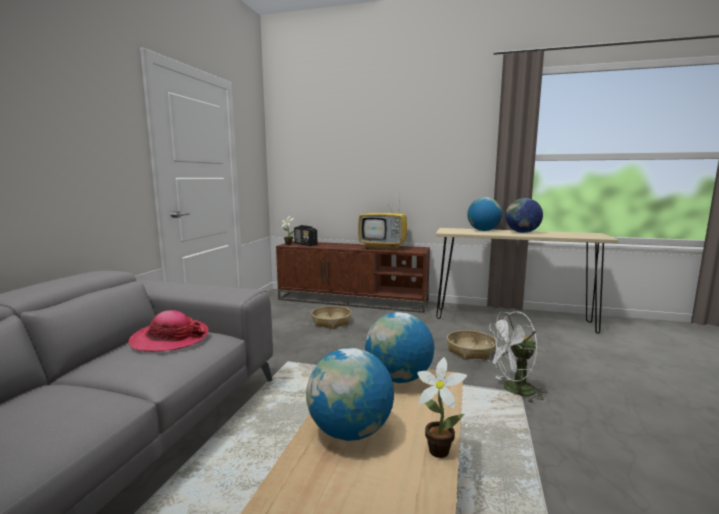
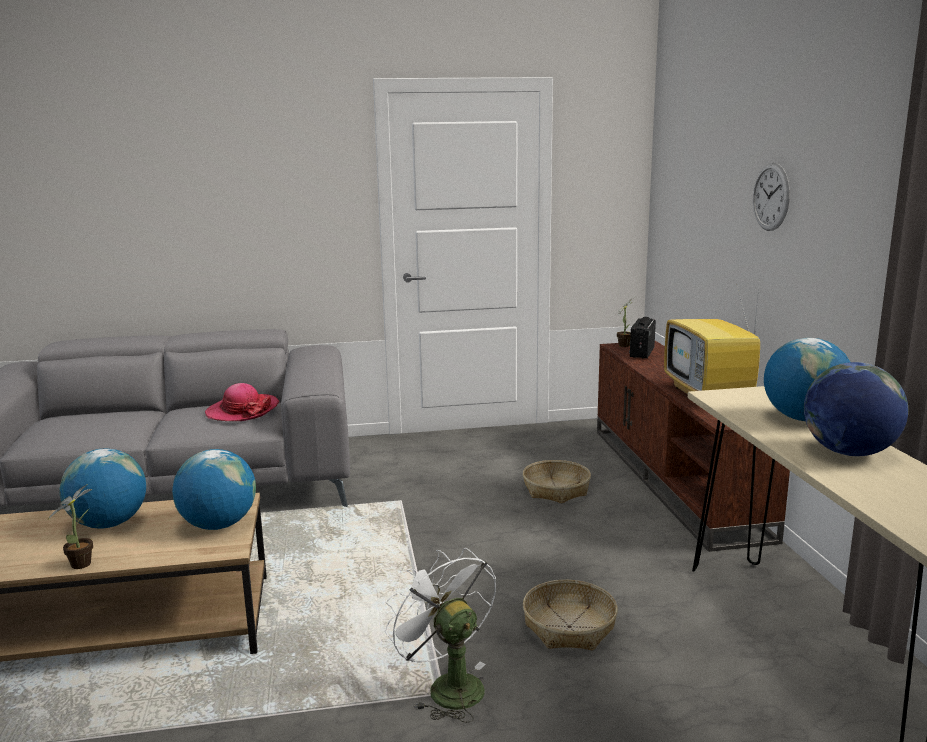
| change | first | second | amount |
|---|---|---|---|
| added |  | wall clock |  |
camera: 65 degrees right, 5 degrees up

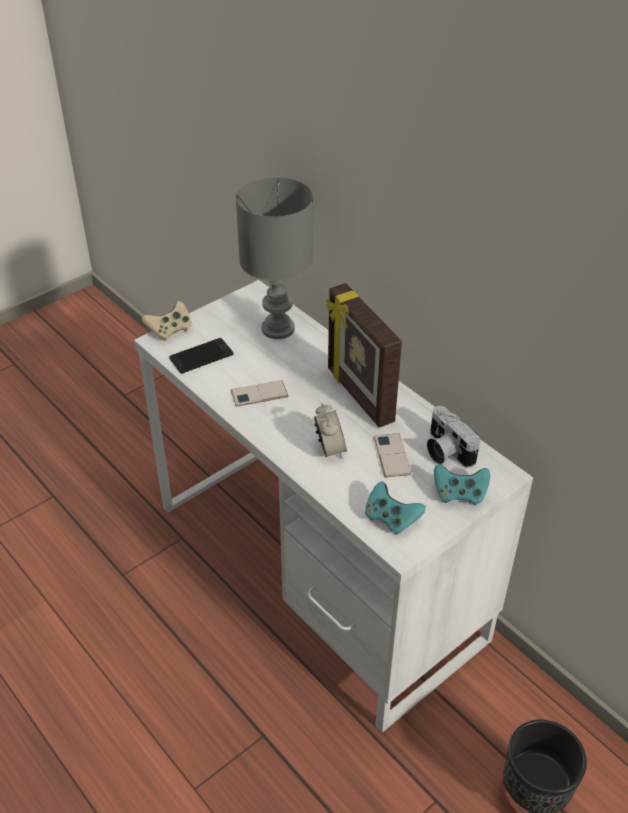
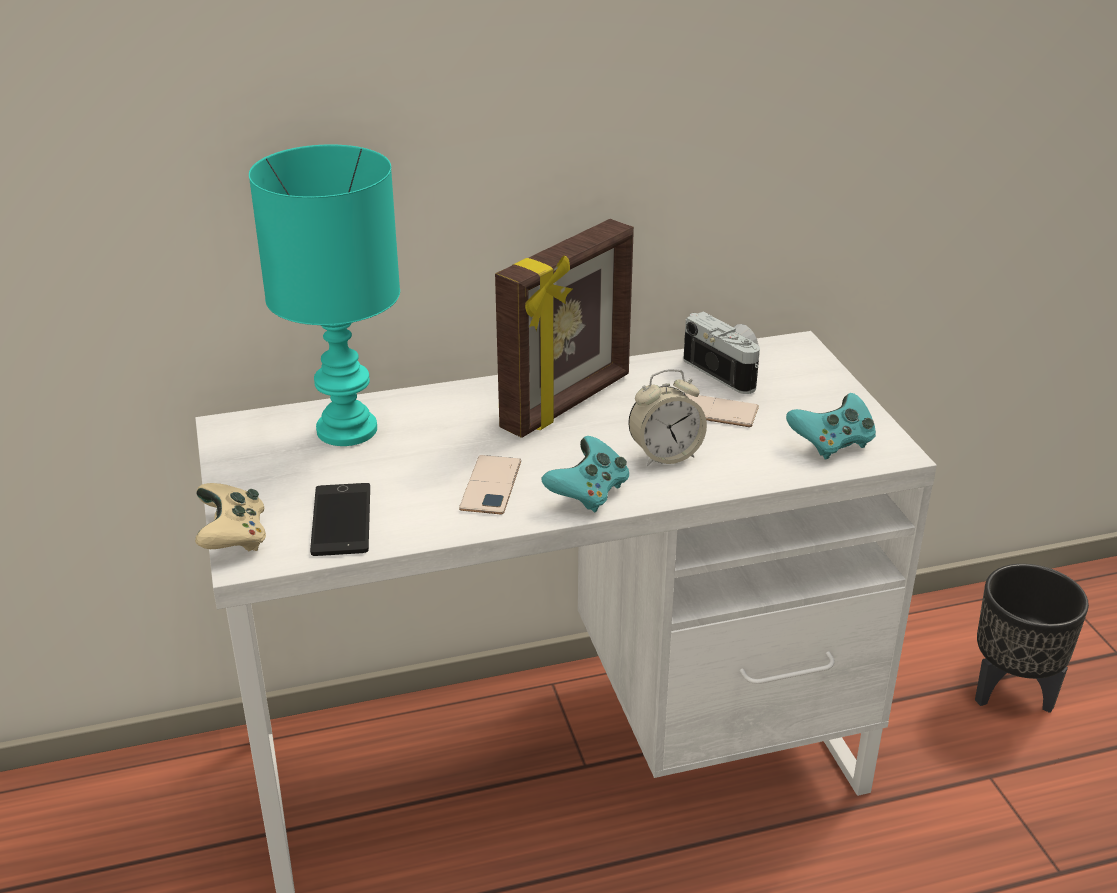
| change | first | second | amount |
|---|---|---|---|
| recoloured | grey table lamp | turquoise table lamp |  |
| turned | picture frame |  | 45 degrees counterclockwise |
| turned | alarm clock |  | 150 degrees clockwise |
| turned | photo camera |  | 120 degrees counterclockwise |
| moved | turquoise game controller (2nd from left in the first image) | turquoise game controller (1st from left) |  |
camera: 65 degrees left, 10 degrees down

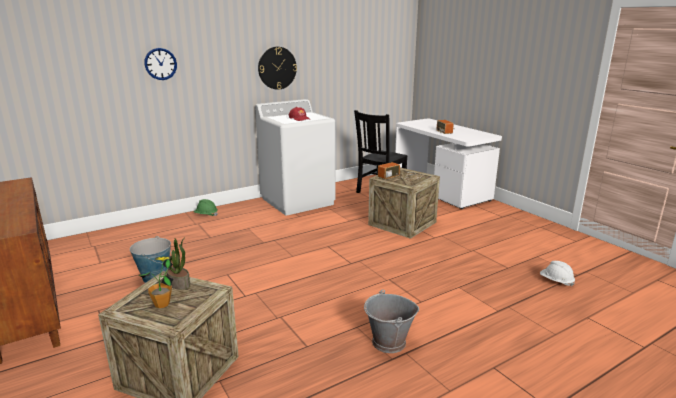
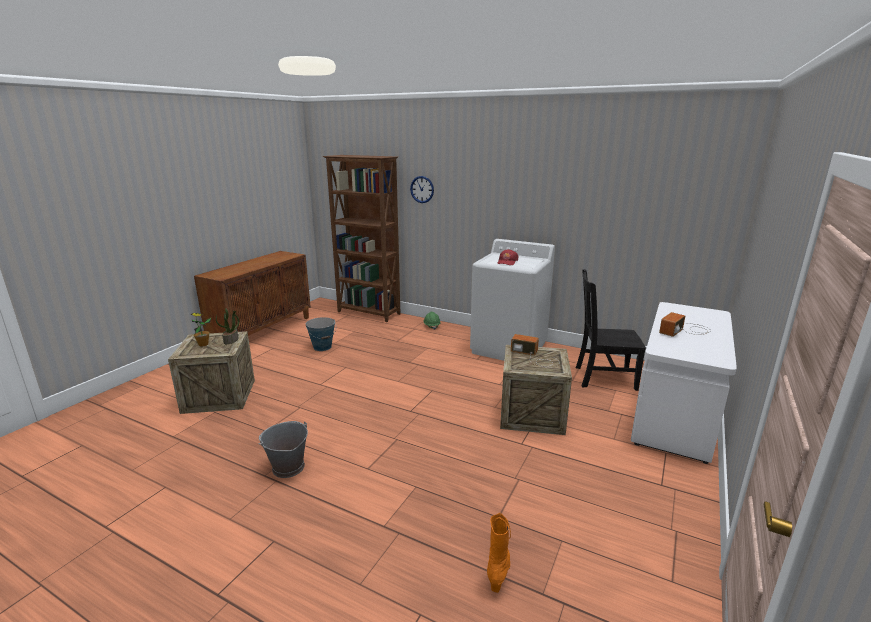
| change | first | second | amount |
|---|---|---|---|
| removed | wall clock (2nd from left) |  |  |
| replaced | white hard hat | orange boot |  |
| added |  | brown bookcase |  |
camera: 60 degrees right, 0 degrees up

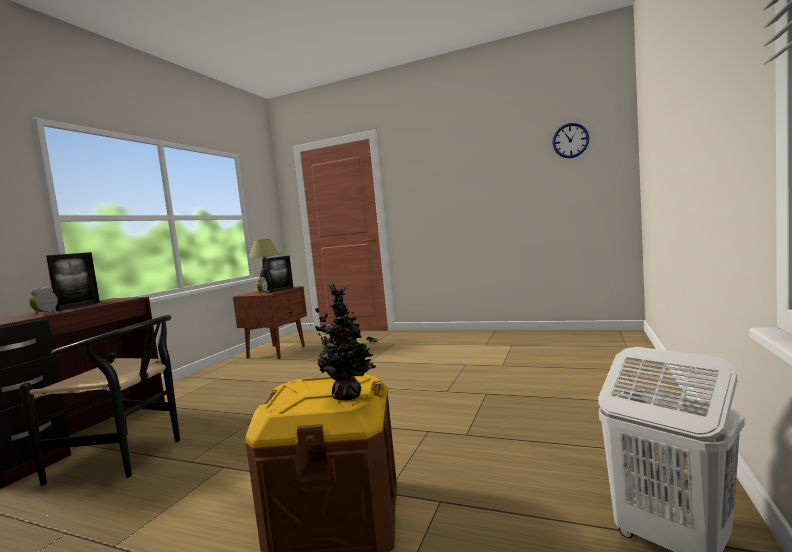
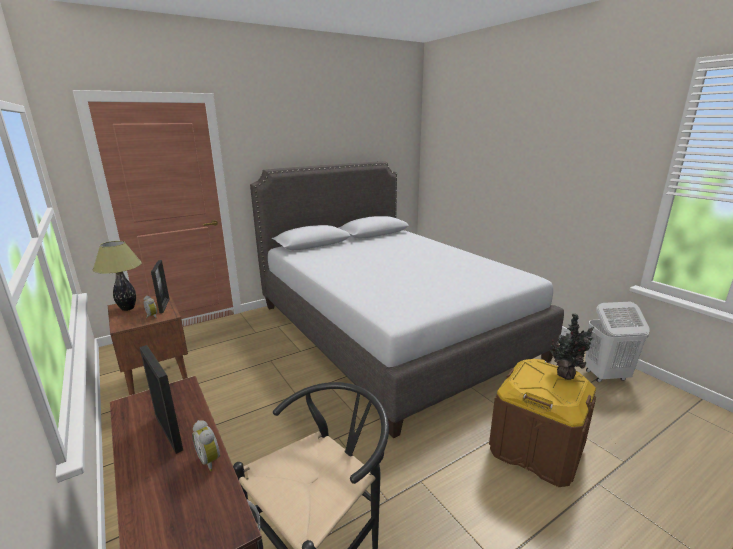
| change | first | second | amount |
|---|---|---|---|
| removed | wall clock |  |  |
| added |  | grey bed |  |
camera: 55 degrees left, 15 degrees up

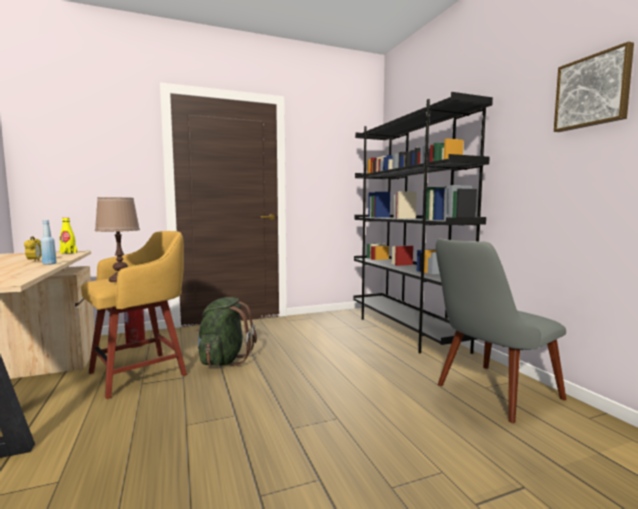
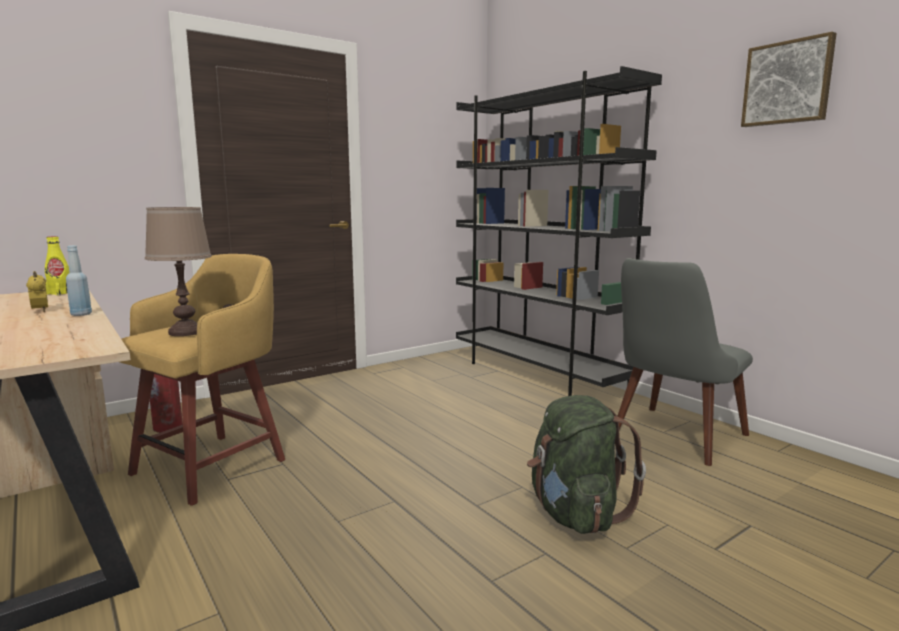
| change | first | second | amount |
|---|---|---|---|
| moved | green backpack |  |  |
camera: 15 degrees left, 5 degrees up

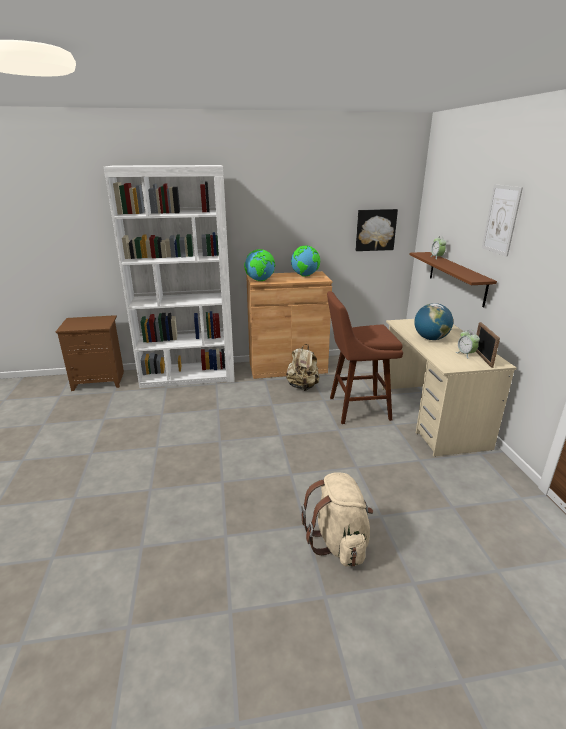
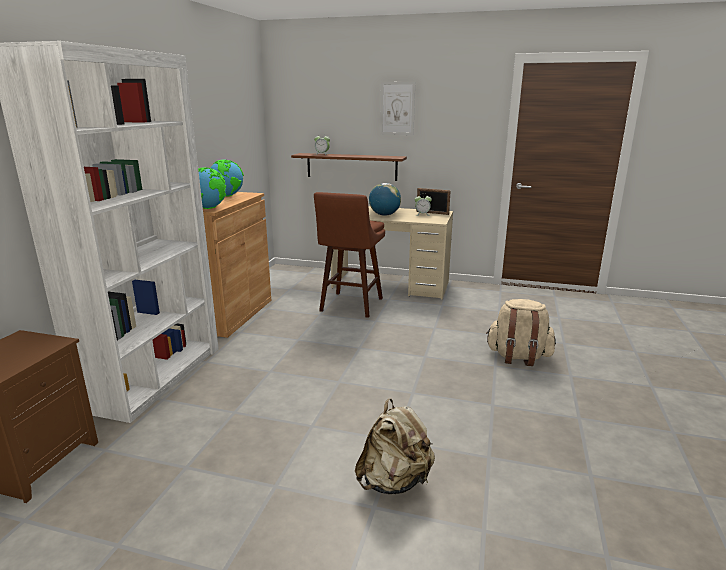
| change | first | second | amount |
|---|---|---|---|
| removed | picture (1st from left) |  |  |
| moved | beige backpack (1st from left) |  |  |
camera: 65 degrees left, 5 degrees down

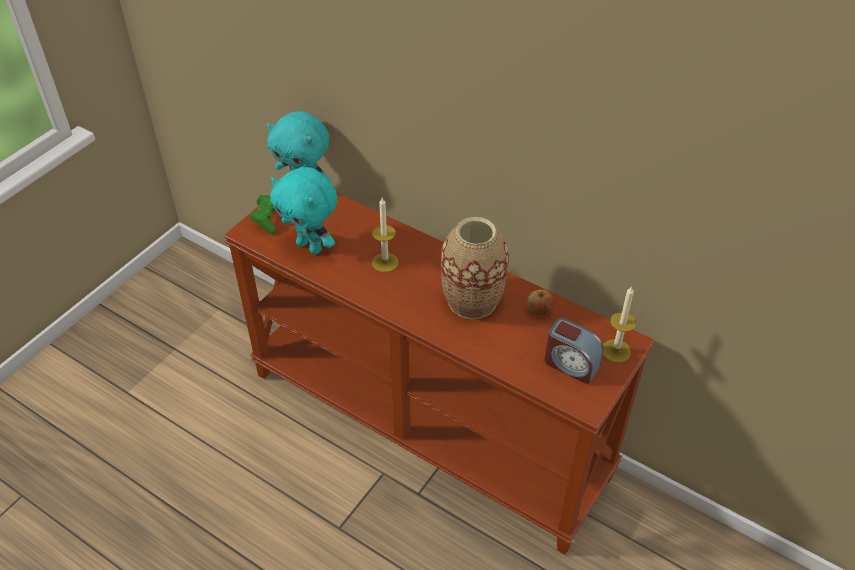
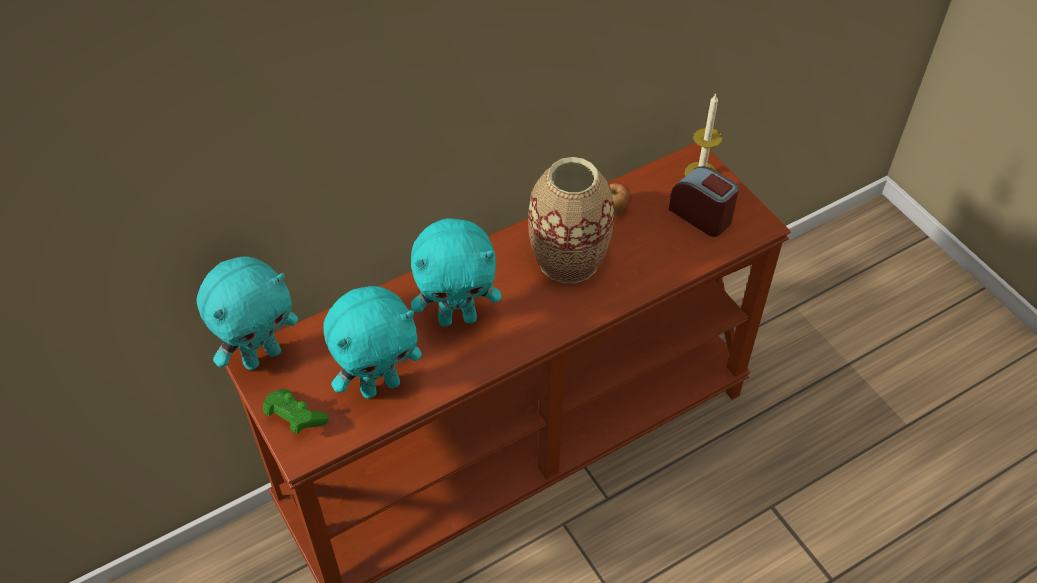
| change | first | second | amount |
|---|---|---|---|
| replaced | candle (1st from left) | turquoise plush toy (3rd from left) |  |
| turned | alarm clock |  | 105 degrees counterclockwise |
camera: 65 degrees left, 5 degrees up

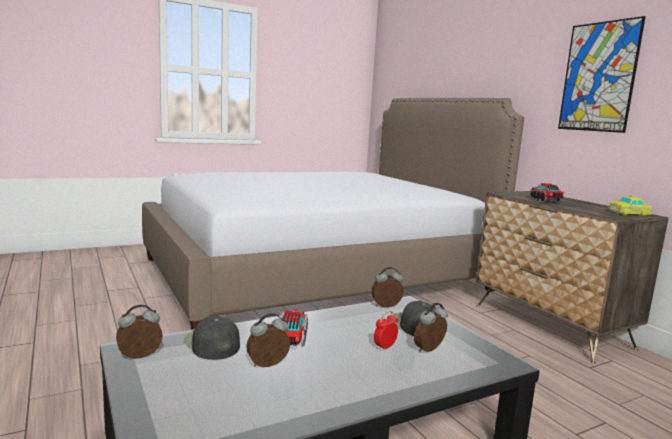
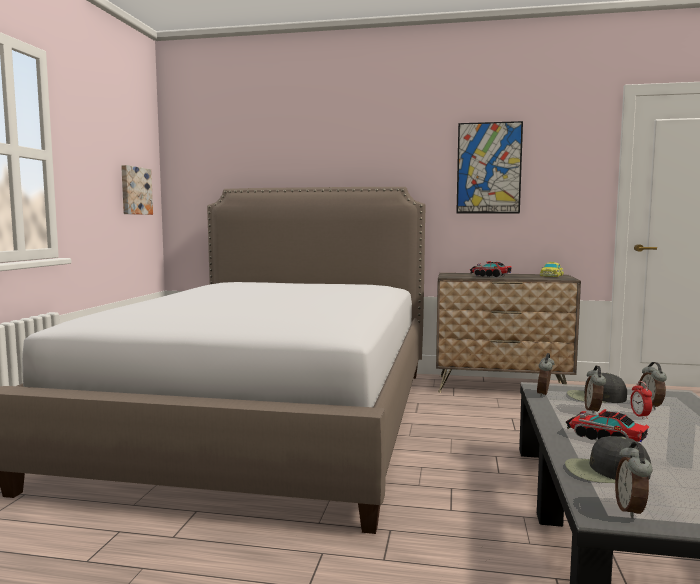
| change | first | second | amount |
|---|---|---|---|
| moved | alarm clock (2nd from left) |  |  |
| added |  | picture (1st from left) |  |
camera: 50 degrees left, 5 degrees down

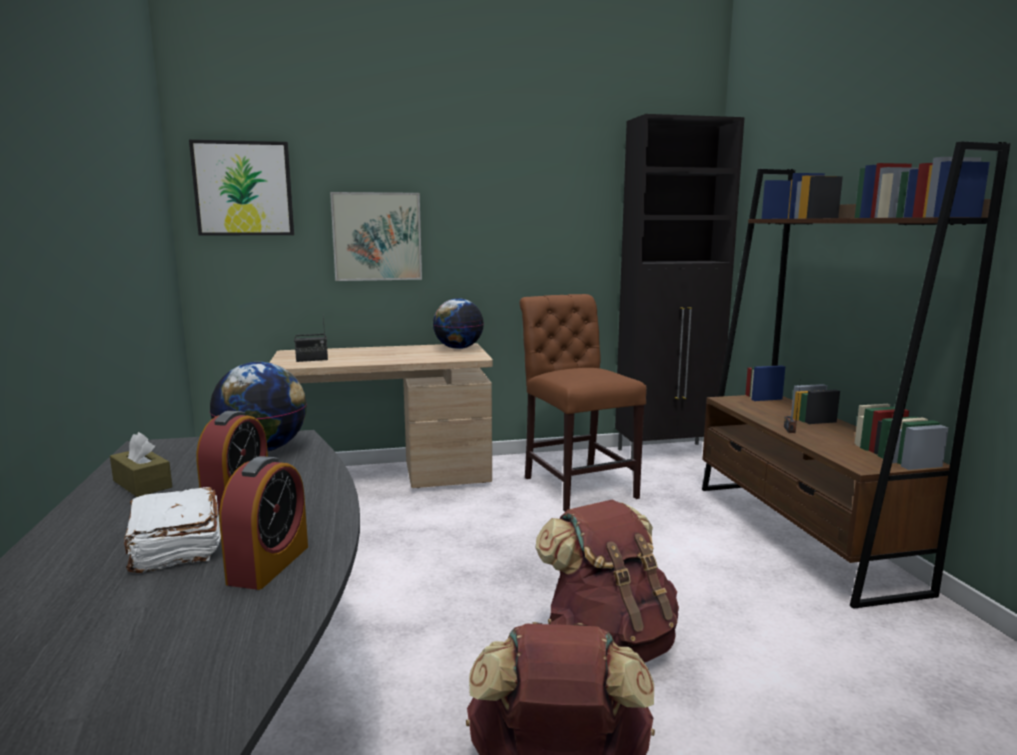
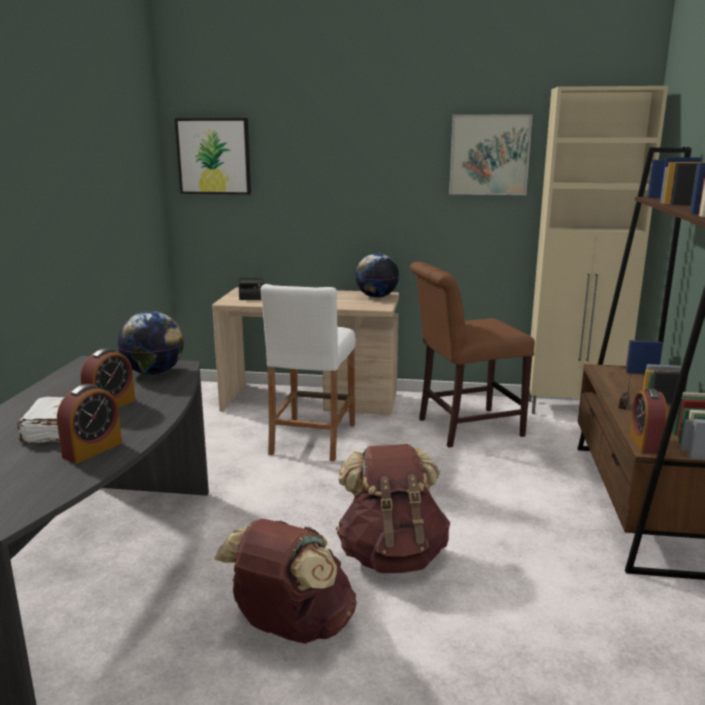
| change | first | second | amount |
|---|---|---|---|
| recoloured | black cabinet | beige cabinet |  |
| moved | picture (2nd from left) |  |  |
| turned | brown chair |  | 105 degrees counterclockwise |
| removed | brown tissue box |  |  |
| added |  | white stool |  |
| added |  | alarm clock (3rd from left) |  |
camera: 20 degrees right, 5 degrees up

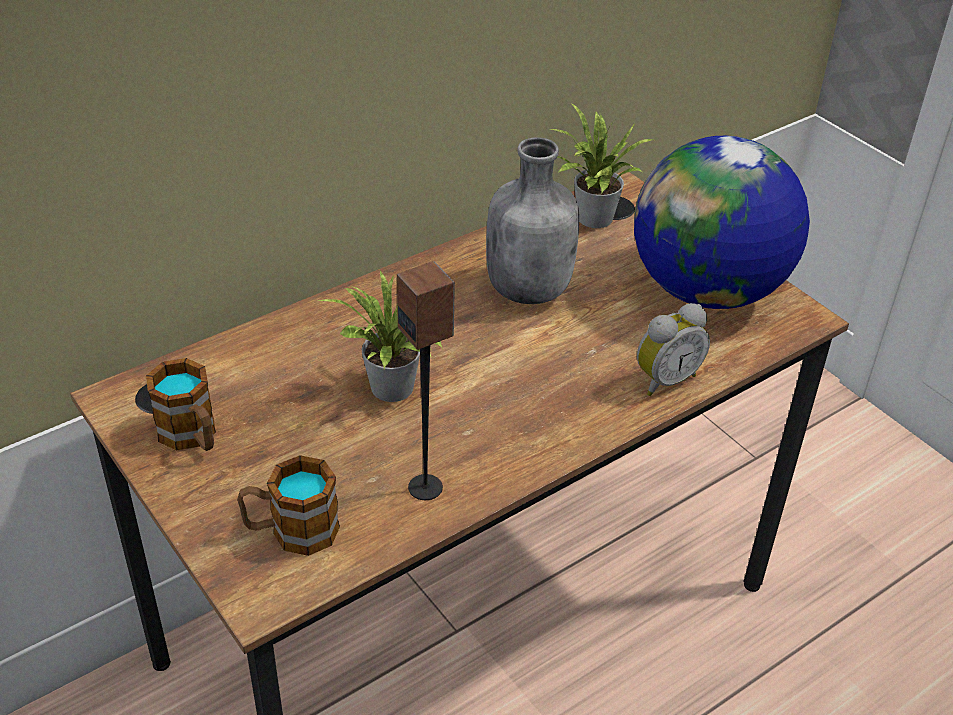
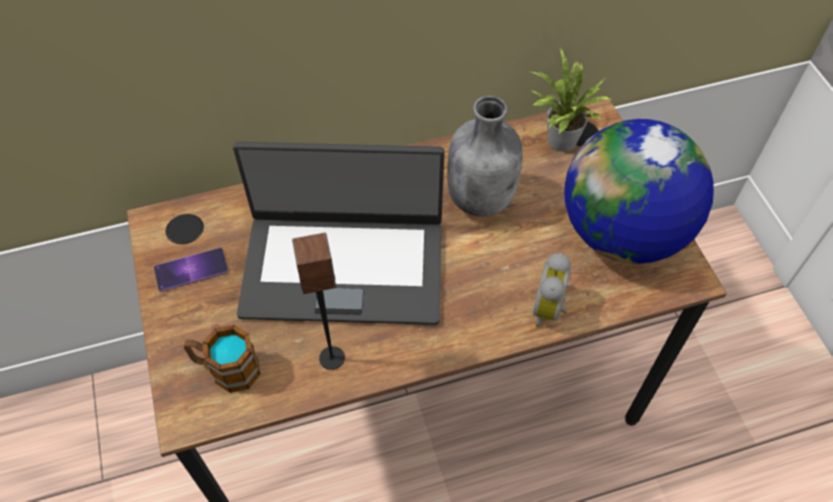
| change | first | second | amount |
|---|---|---|---|
| replaced | potted plant (1st from left) | laptop |  |
| turned | alarm clock |  | 120 degrees clockwise |
| replaced | mug (1st from left) | phone |  |
camera: 20 degrees right, 15 degrees up

